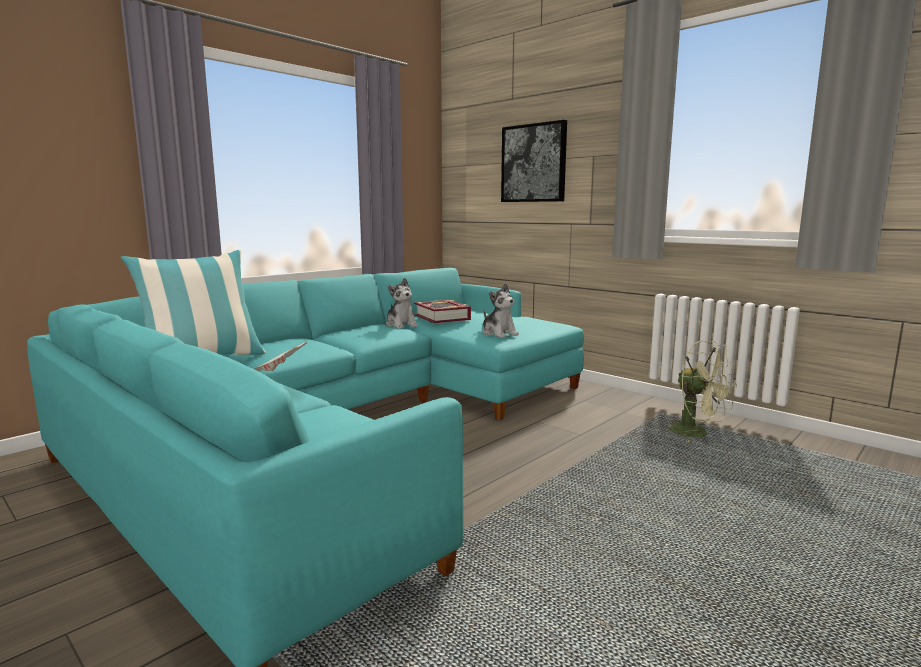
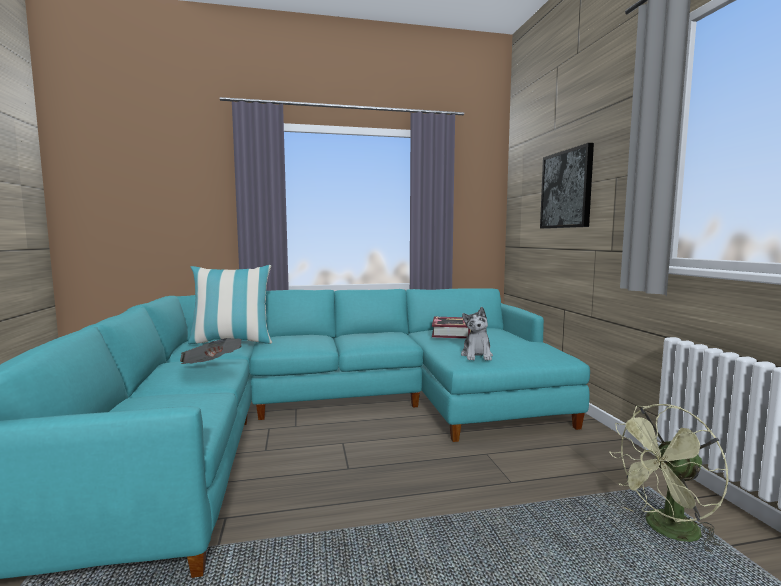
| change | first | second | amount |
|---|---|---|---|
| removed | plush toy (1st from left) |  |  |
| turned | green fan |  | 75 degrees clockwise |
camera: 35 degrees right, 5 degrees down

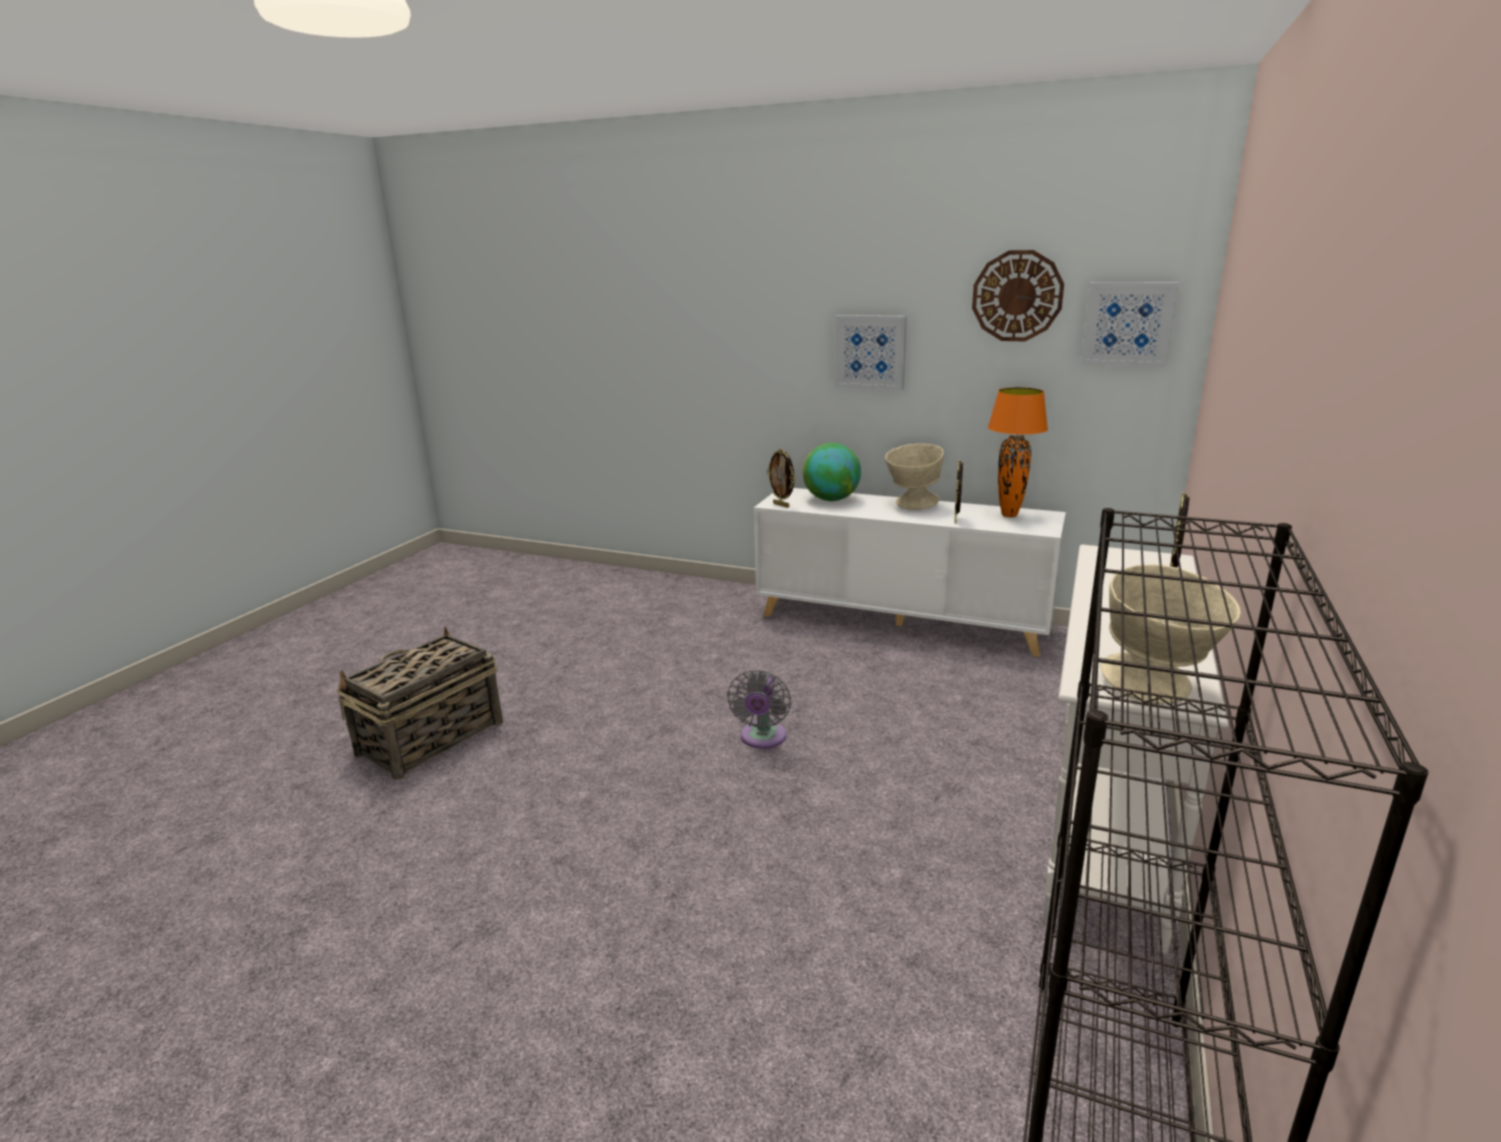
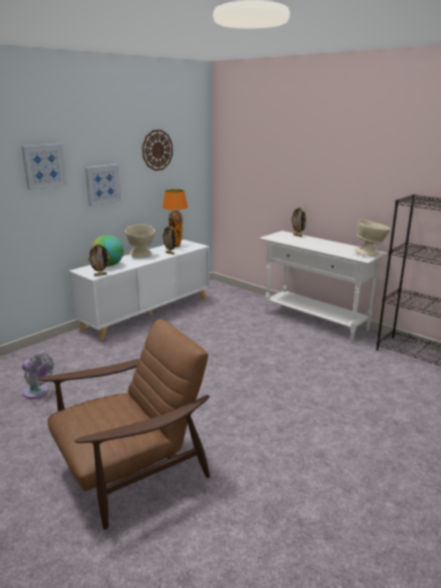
| change | first | second | amount |
|---|---|---|---|
| moved | picture (2nd from left in the first image) | picture (1st from left) |  |
| replaced | basket | brown armchair |  |
| moved | grey fan |  |  |
camera: 70 degrees left, 0 degrees up

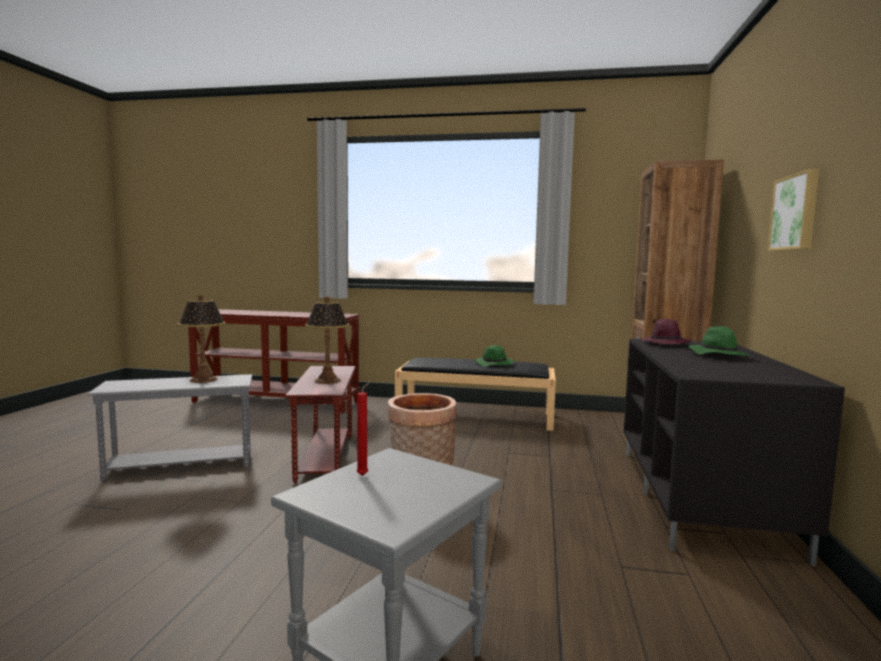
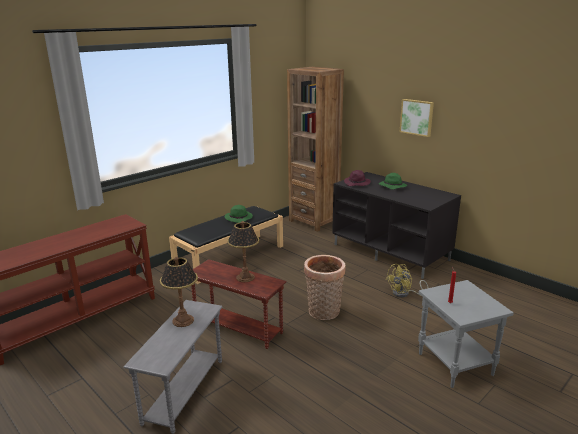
| change | first | second | amount |
|---|---|---|---|
| added |  | yellow fan |  |
camera: 55 degrees left, 15 degrees up

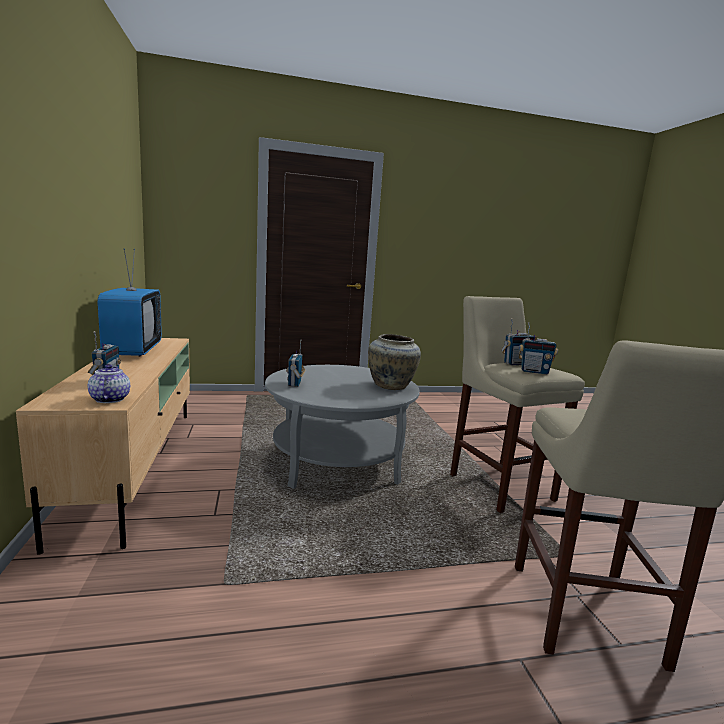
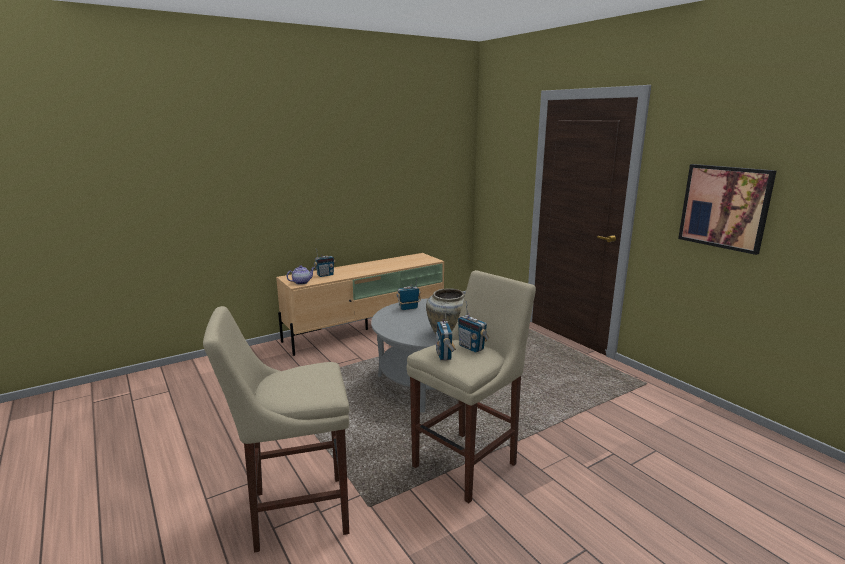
| change | first | second | amount |
|---|---|---|---|
| removed | television |  |  |
| added |  | picture |  |
camera: 70 degrees right, 5 degrees up

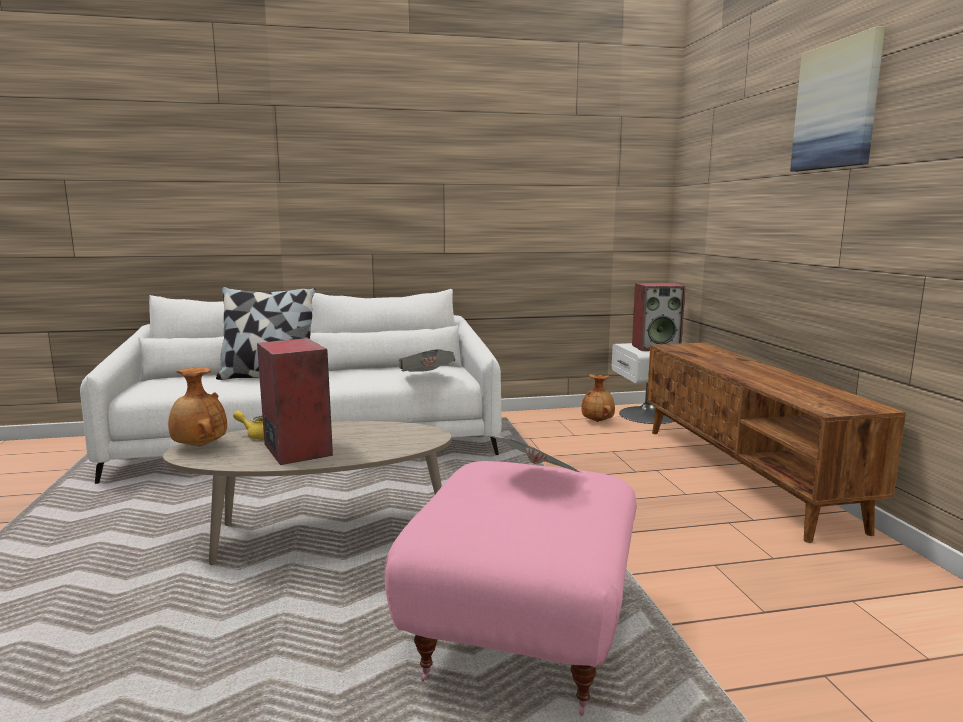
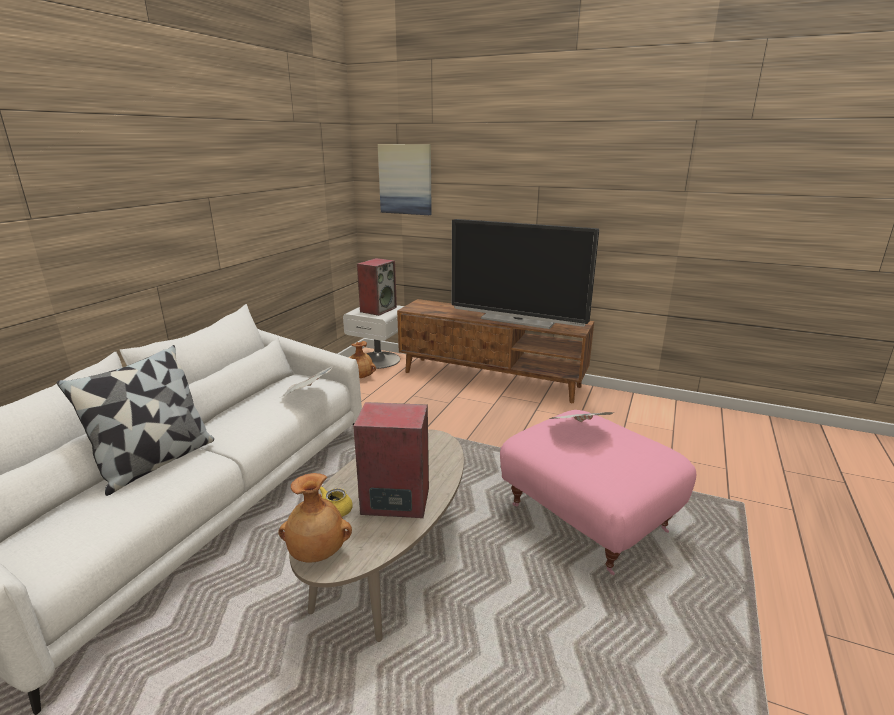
| change | first | second | amount |
|---|---|---|---|
| moved | picture |  |  |
| added |  | television |  |
camera: 55 degrees left, 10 degrees up

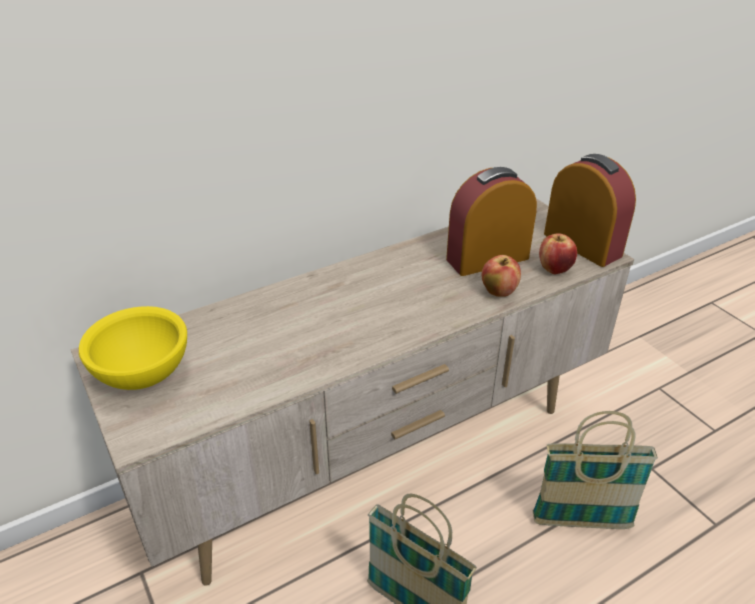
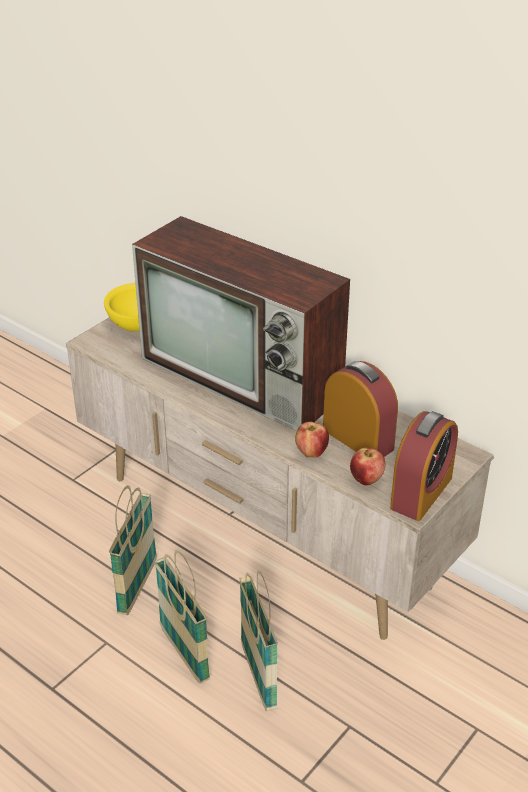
| change | first | second | amount |
|---|---|---|---|
| added |  | television |  |
| added |  | basket (2nd from left) |  |
camera: 70 degrees right, 0 degrees up

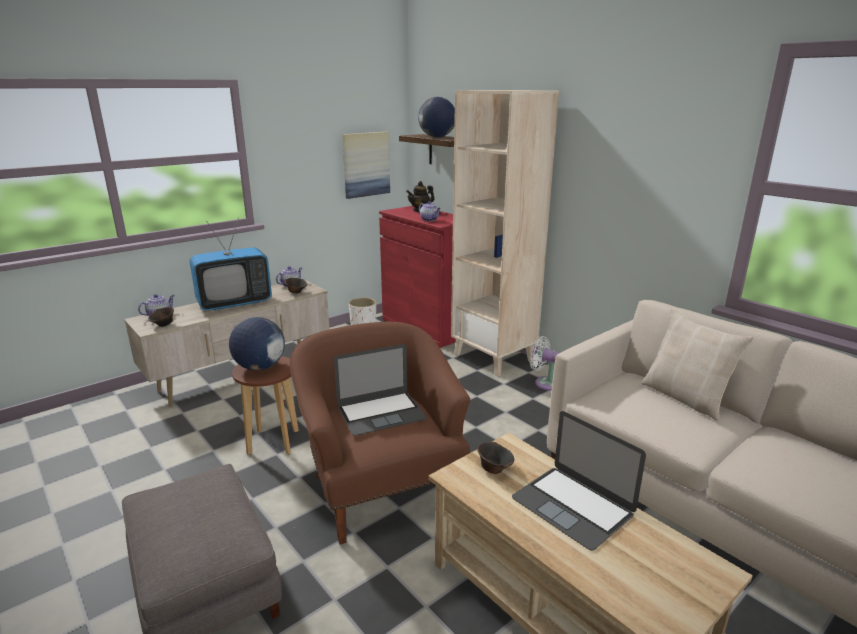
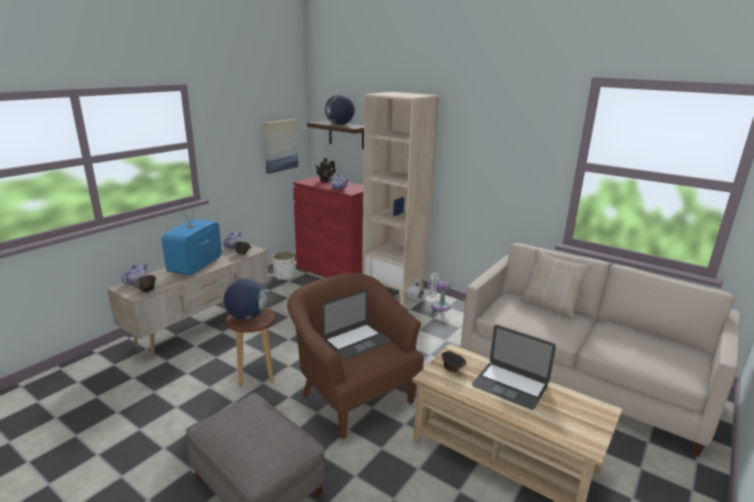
| change | first | second | amount |
|---|---|---|---|
| turned | television |  | 150 degrees clockwise |
camera: 15 degrees left, 0 degrees up

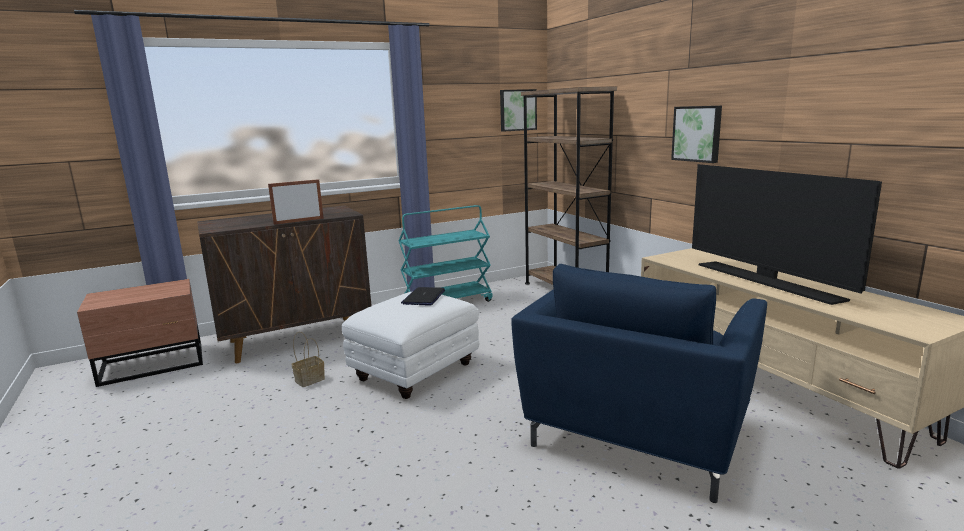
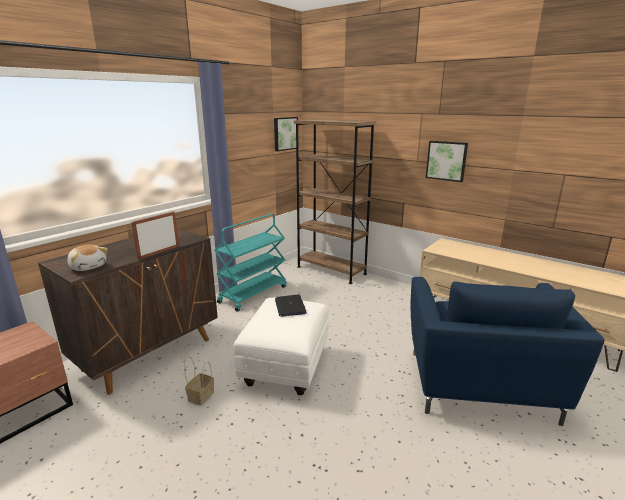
| change | first | second | amount |
|---|---|---|---|
| removed | television |  |  |
| added |  | plush toy |  |
camera: 25 degrees left, 5 degrees up

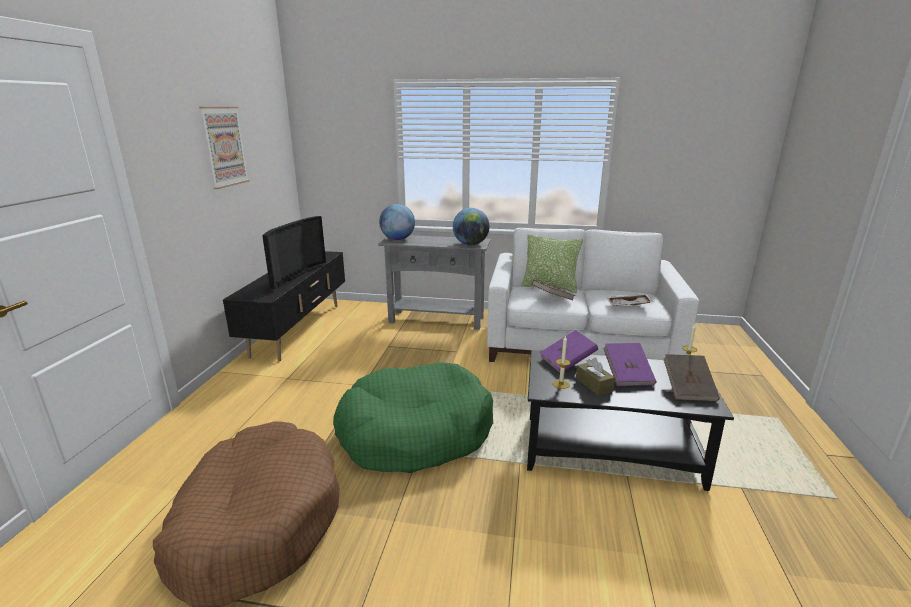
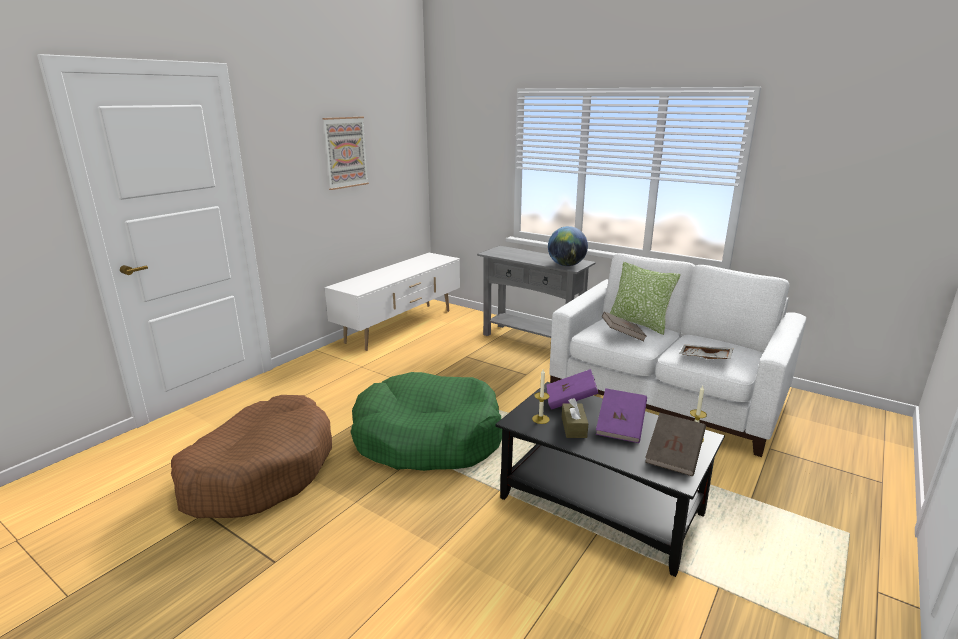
| change | first | second | amount |
|---|---|---|---|
| removed | globe (1st from left) |  |  |
| removed | television |  |  |
| recoloured | black tv stand | white tv stand |  |
camera: 25 degrees right, 0 degrees up

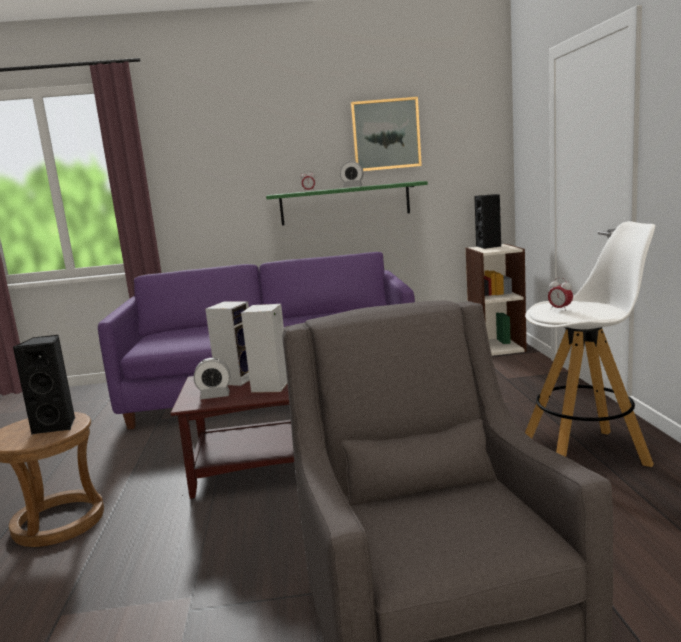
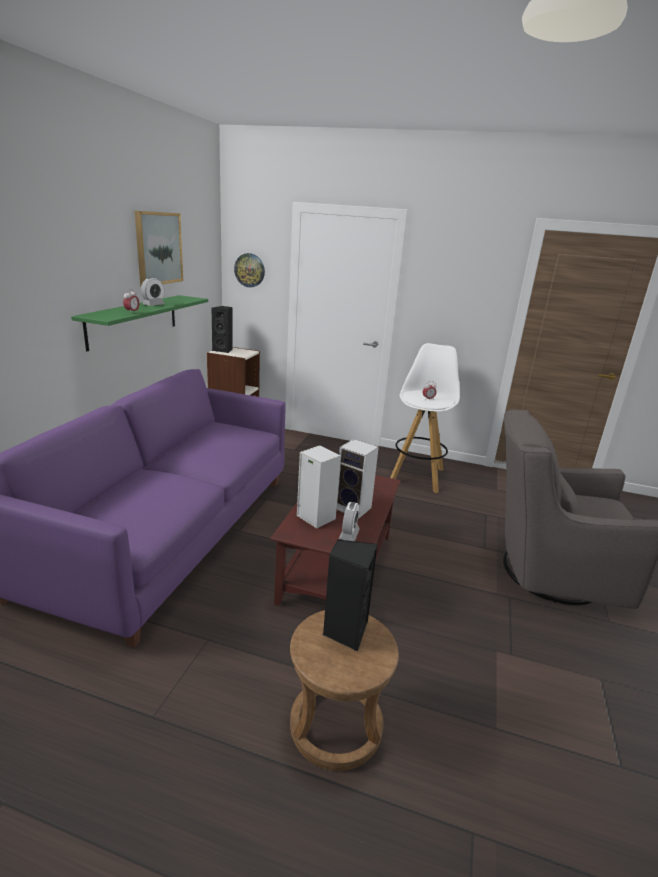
| change | first | second | amount |
|---|---|---|---|
| added |  | wall clock |  |
camera: 70 degrees left, 10 degrees up

